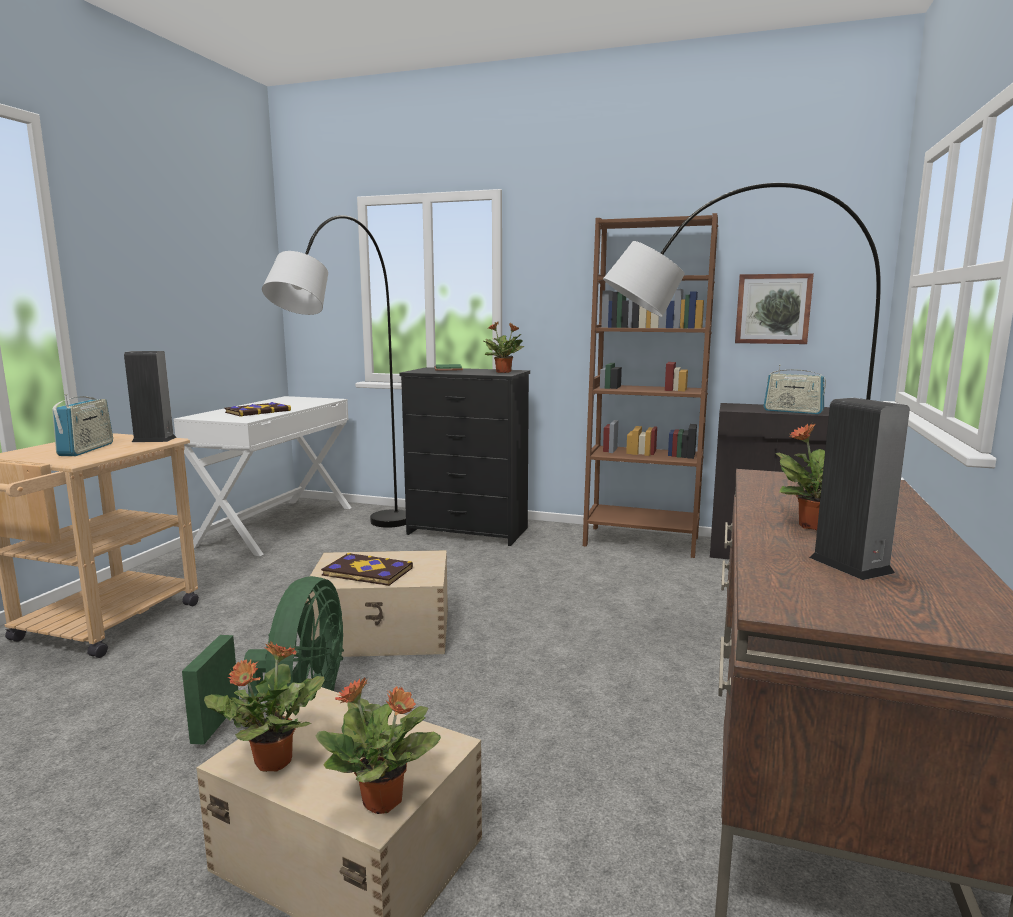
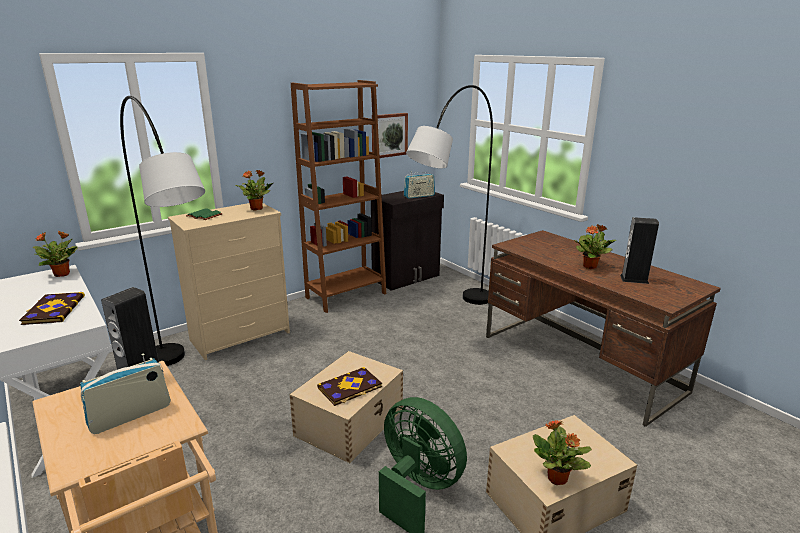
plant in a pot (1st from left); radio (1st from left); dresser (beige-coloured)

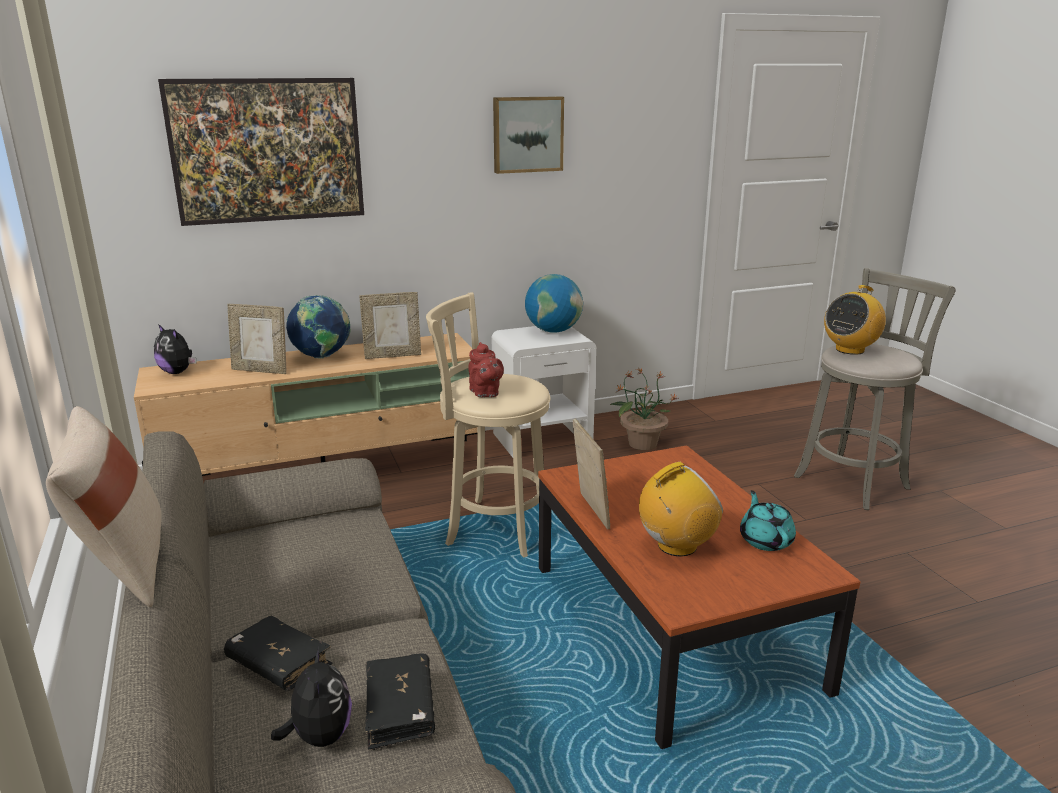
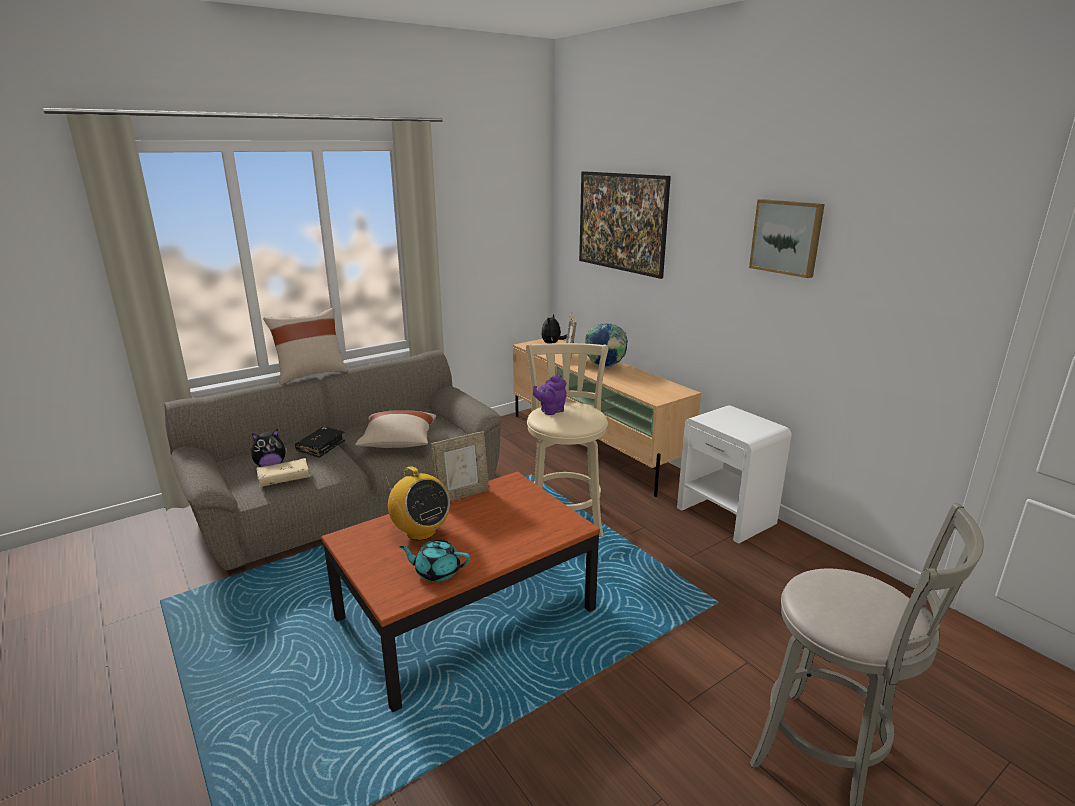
bound book (beige-coloured); cushion (beige-coloured) (2nd from left); tea pot (turquoise); tea pot (purple); picture frame (2nd from left in the first image); world globe (2nd from left in the first image); plant in a pot; radio (2nd from left in the first image)

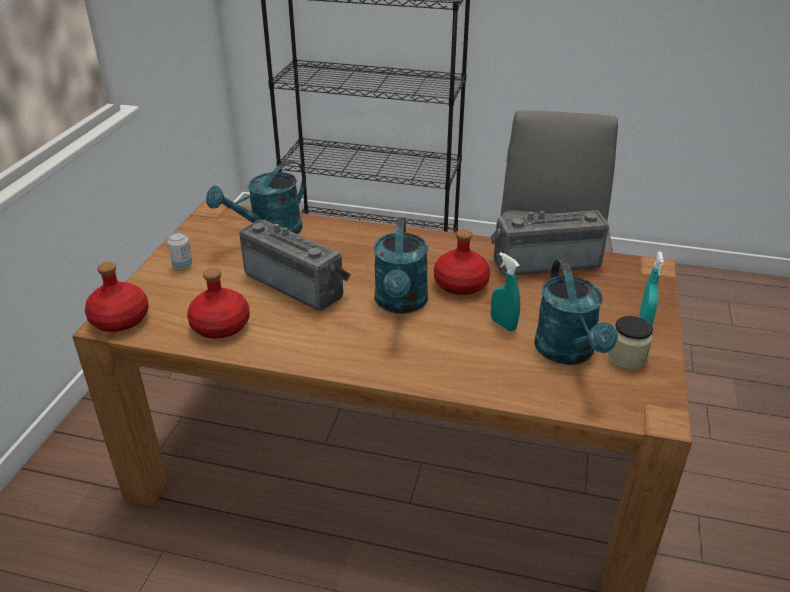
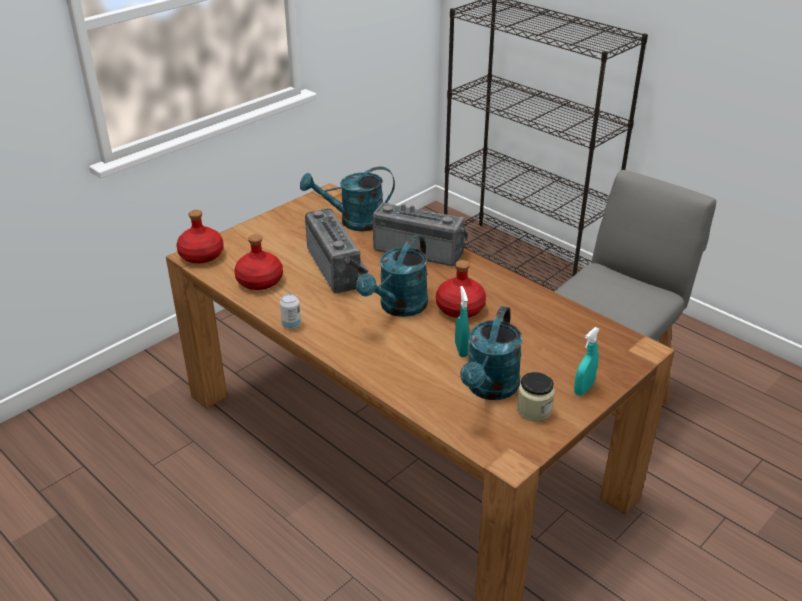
metal can; radio (2nd from left)

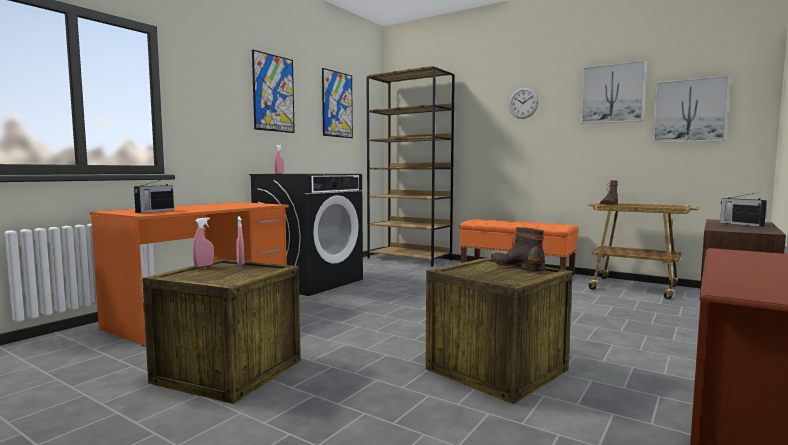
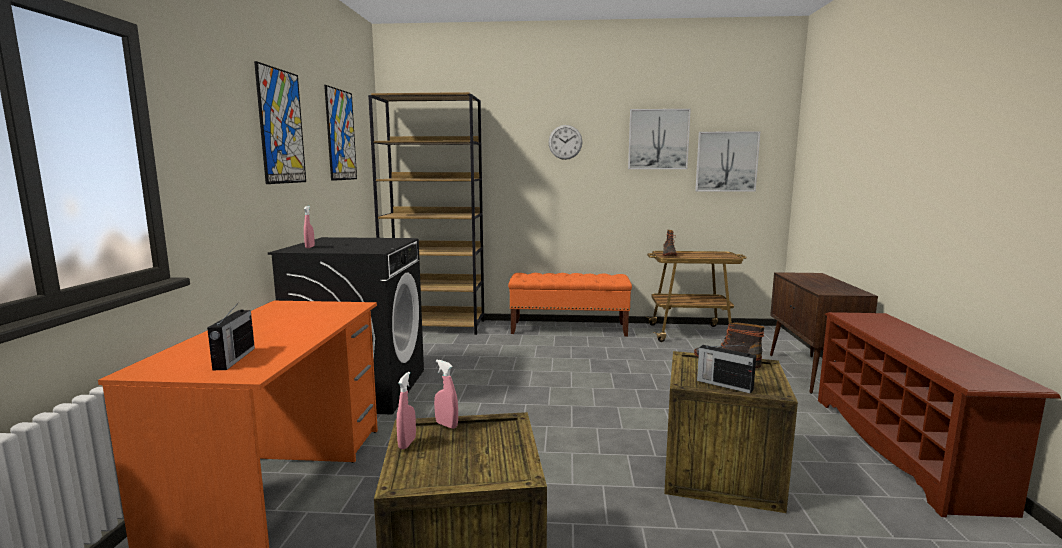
radio (2nd from left)

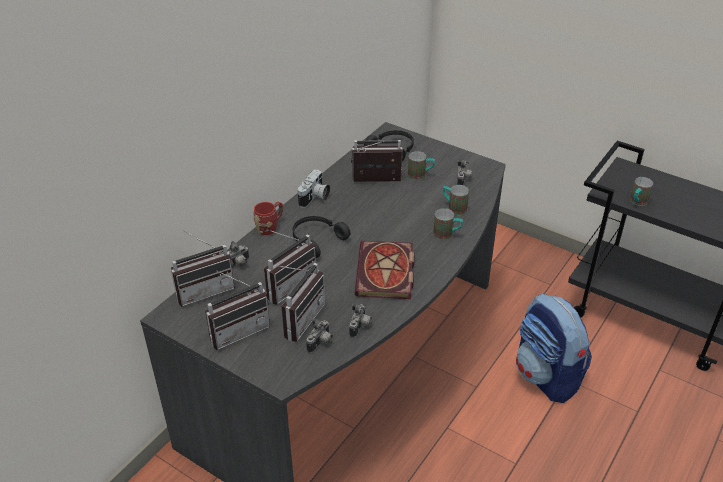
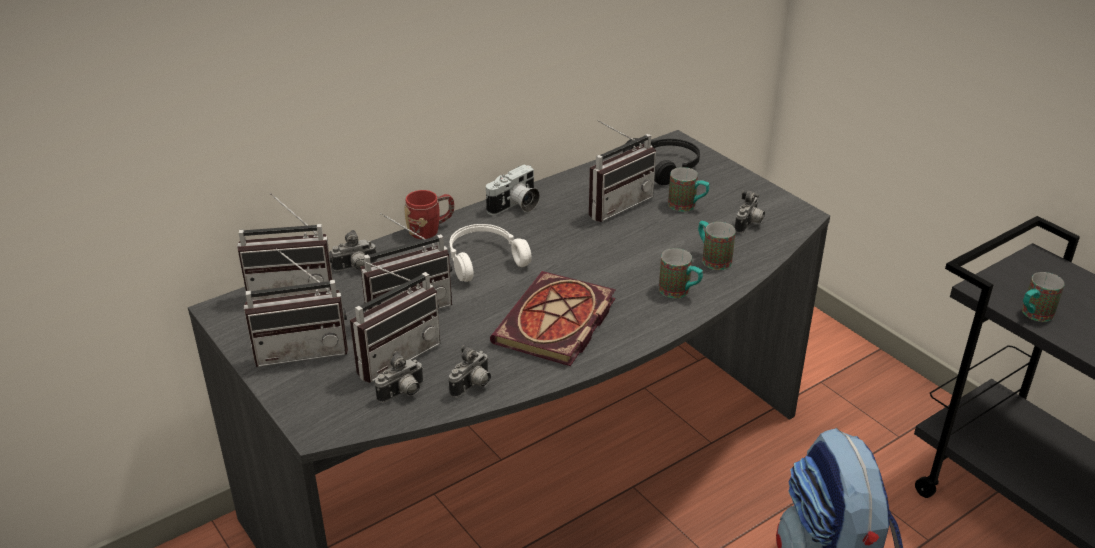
headset (white-coloured); radio (5th from left)

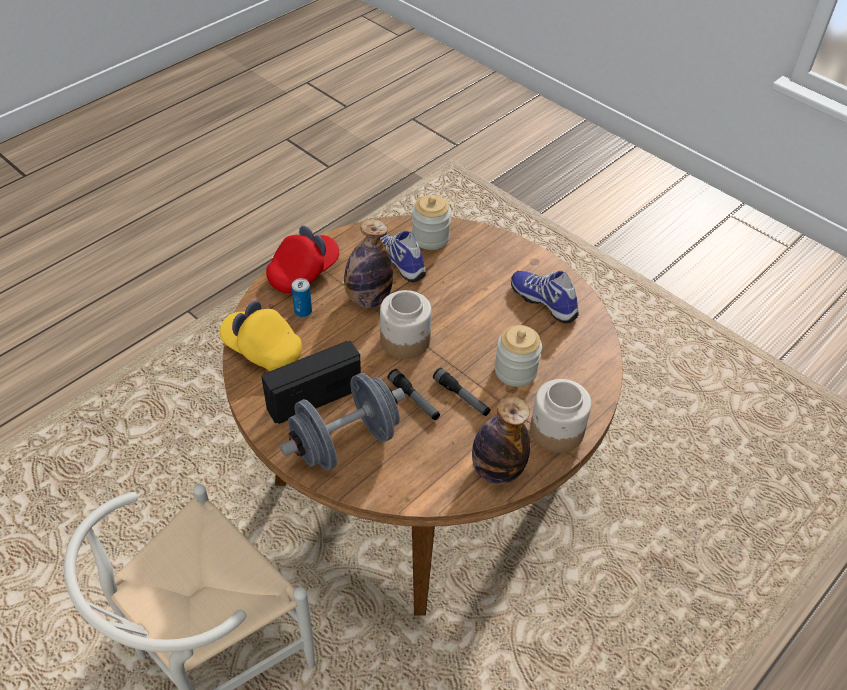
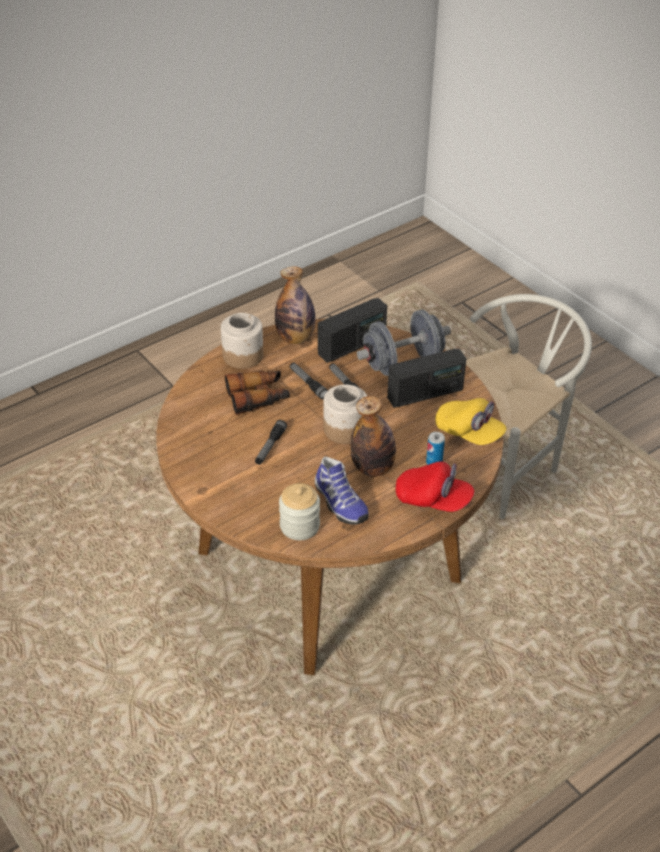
pair of binoculars; torch (1st from left); radio (1st from left); peaked cap (red); item of footwear (2nd from left in the first image)

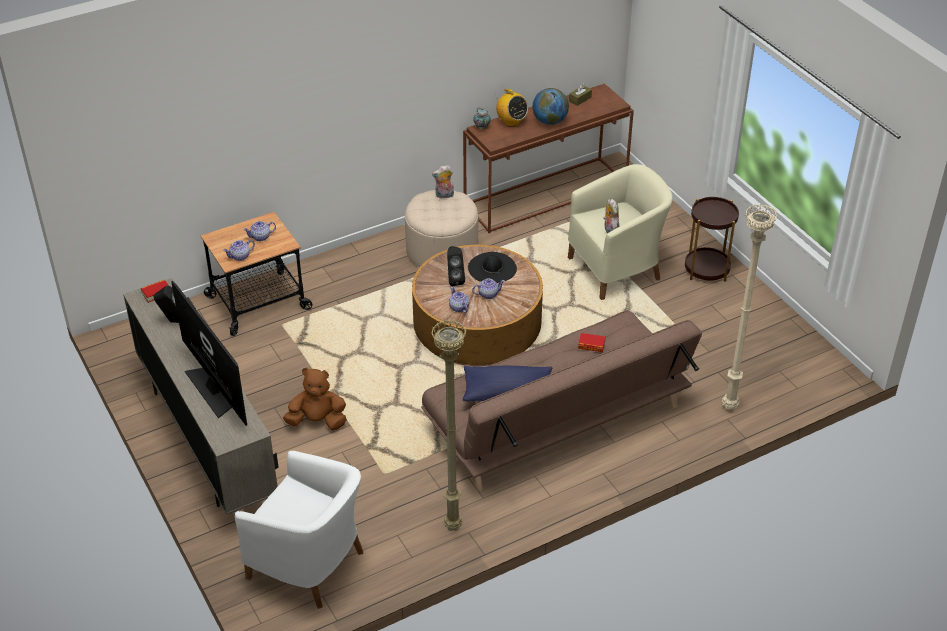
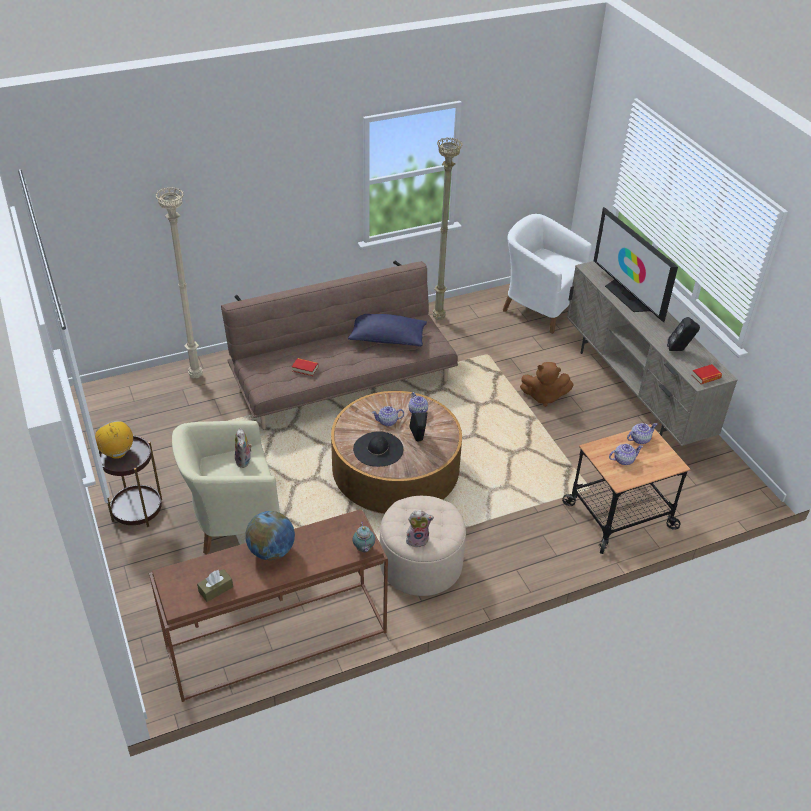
radio

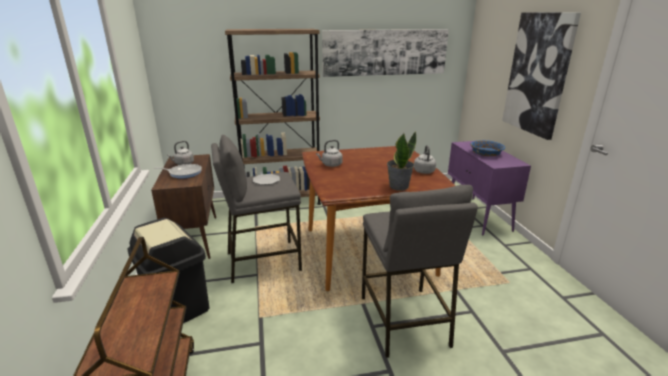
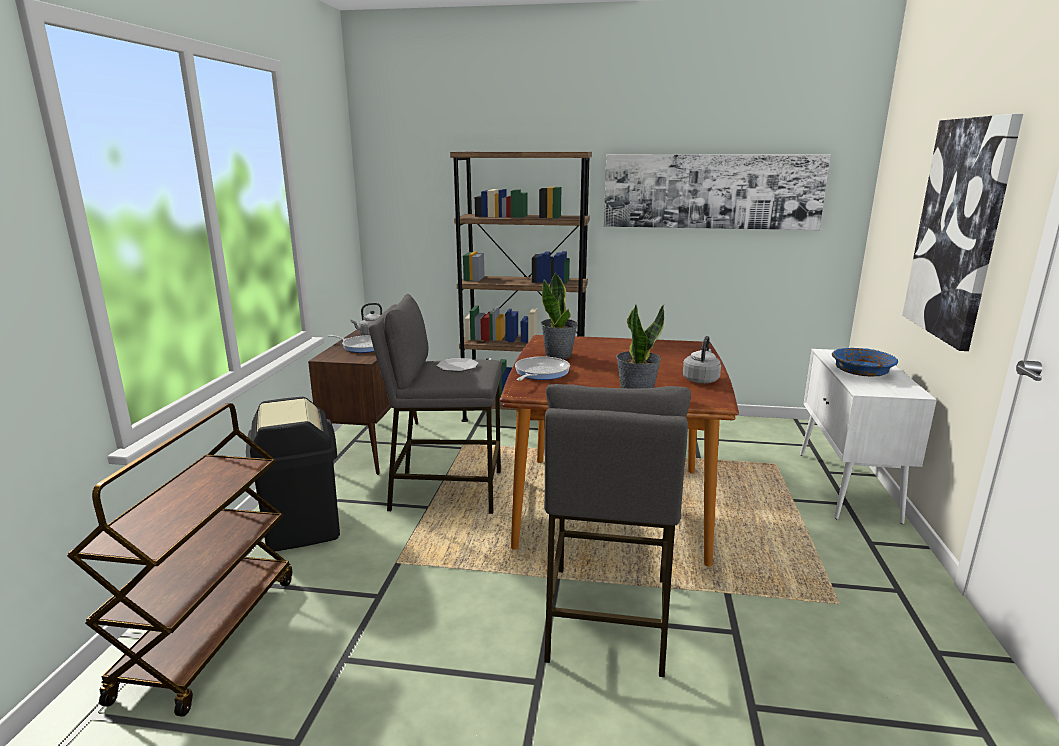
frying pan (2nd from left); plant in a pot (1st from left); storage cabinet (white-coloured)

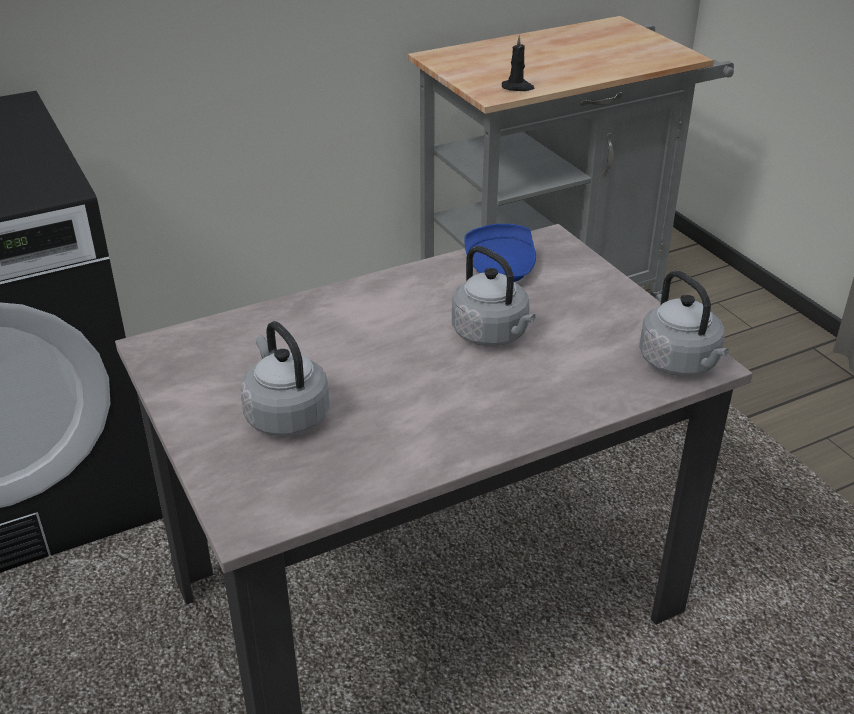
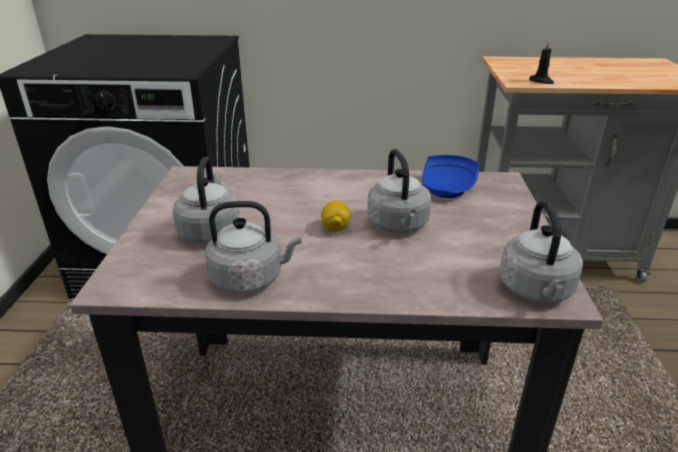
kettle (greyish) (2nd from left); citrus fruit

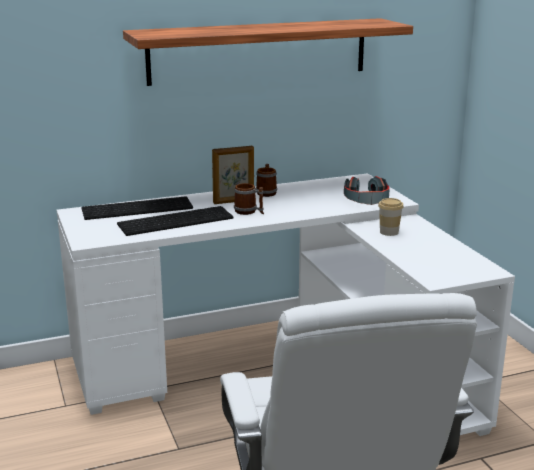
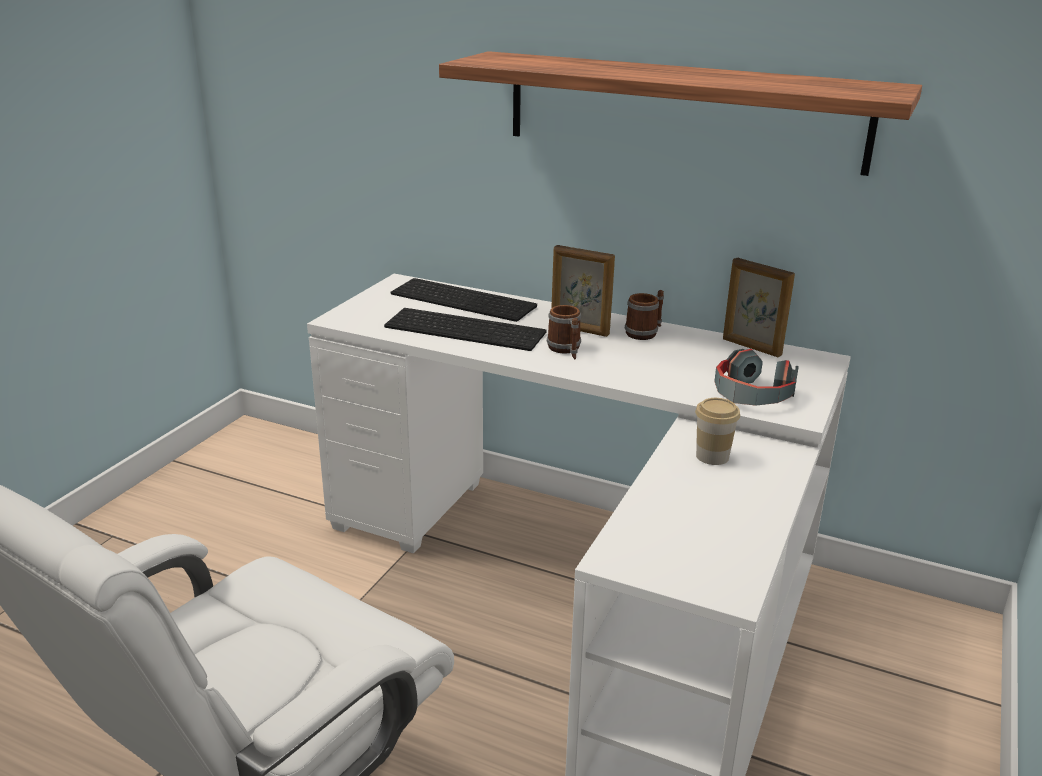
picture frame (2nd from left)

